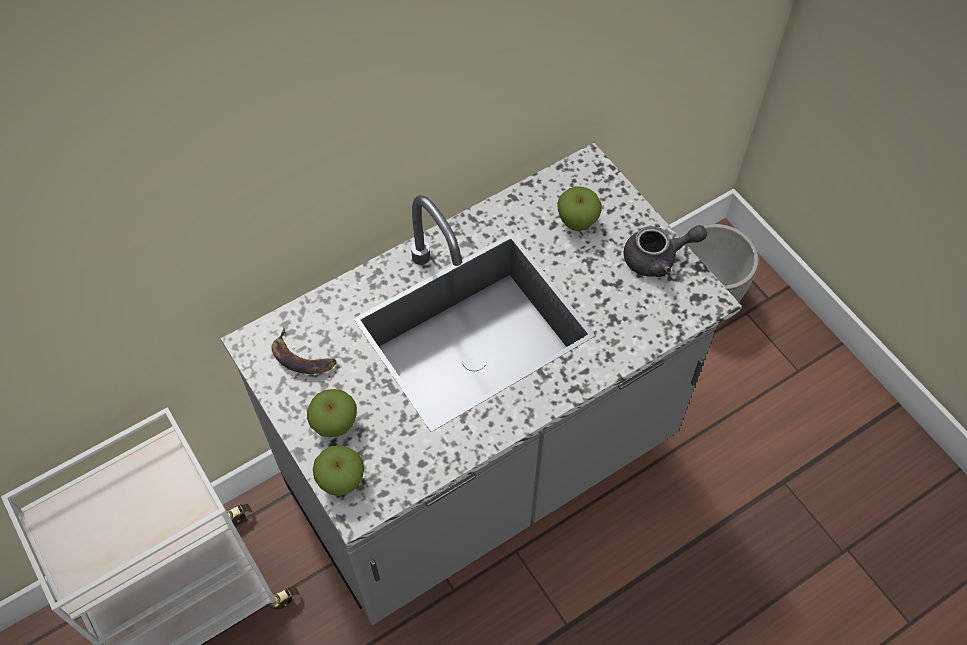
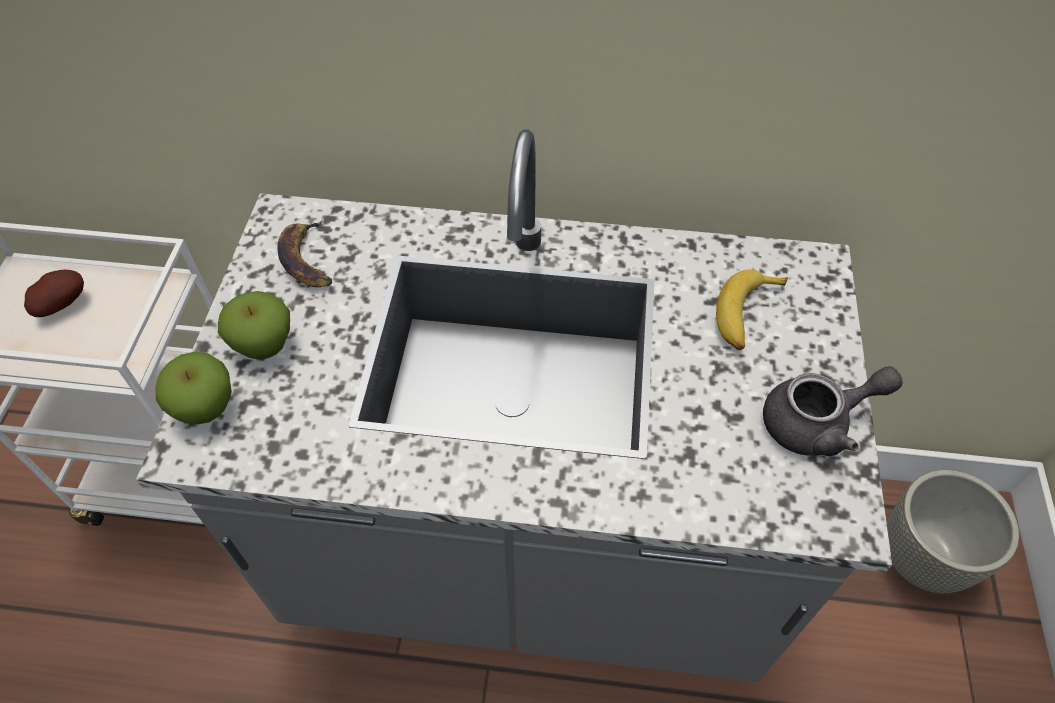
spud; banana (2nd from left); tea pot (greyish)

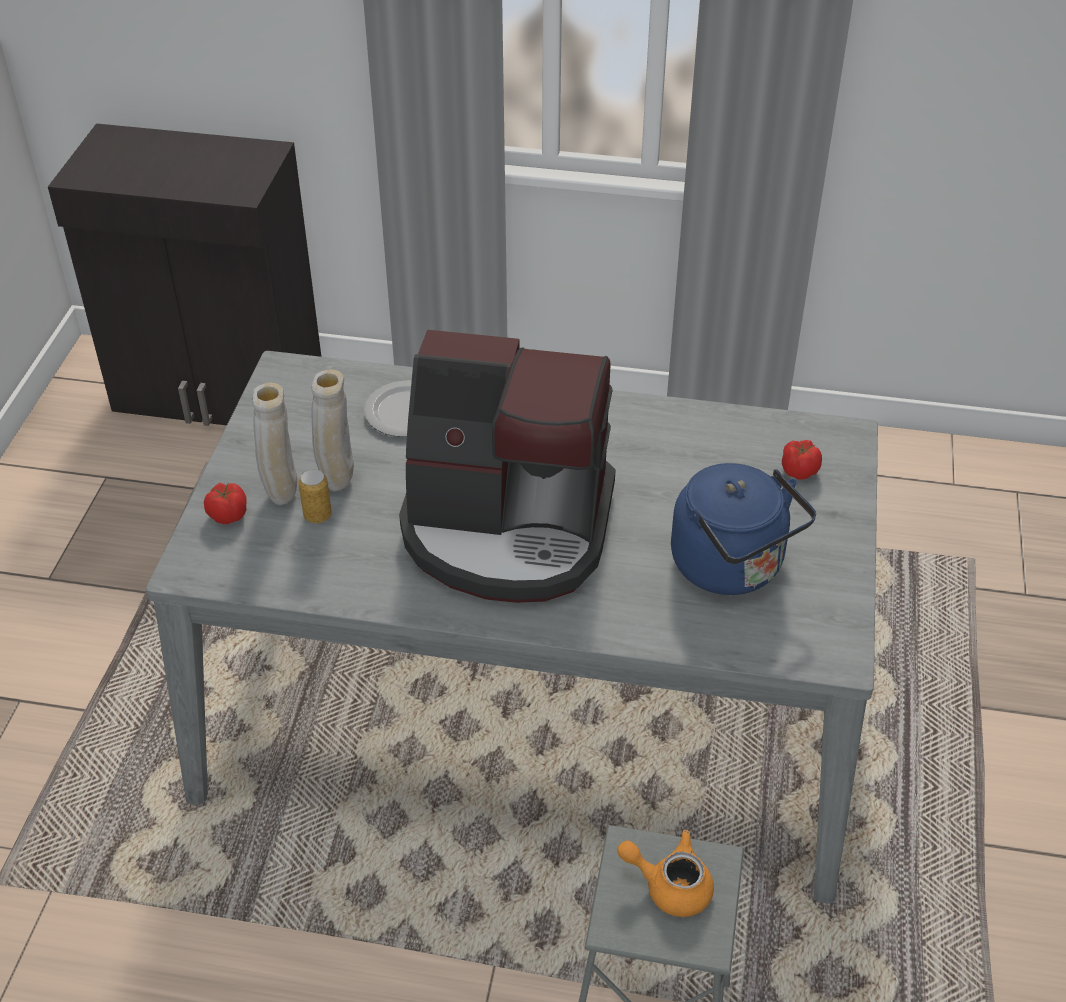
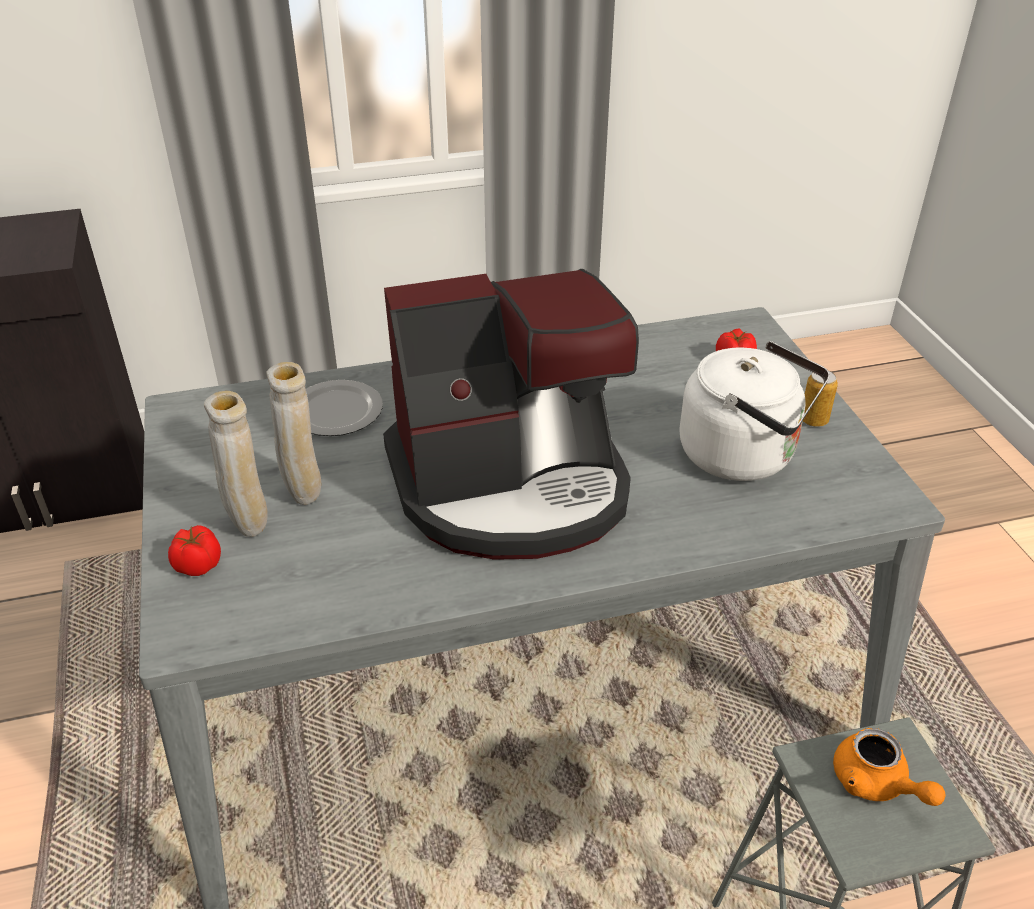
kettle (white-coloured); metal can; tea pot (orange)

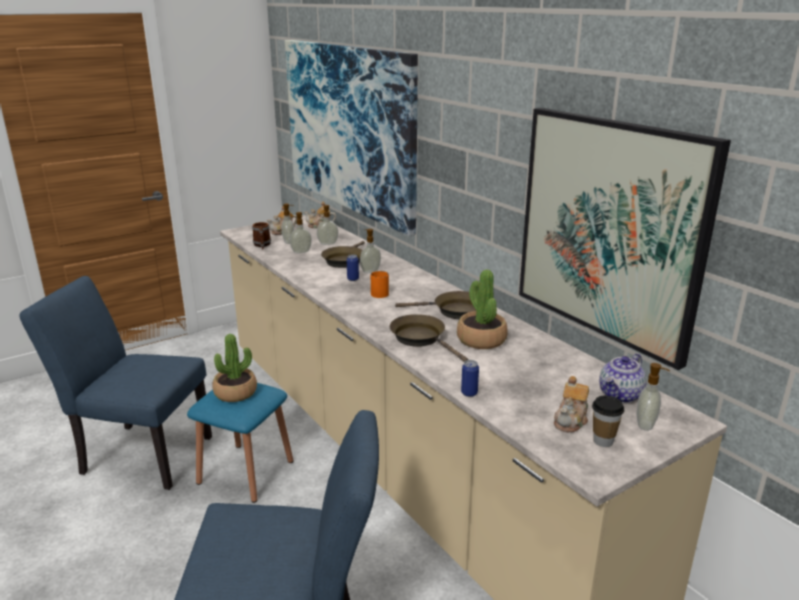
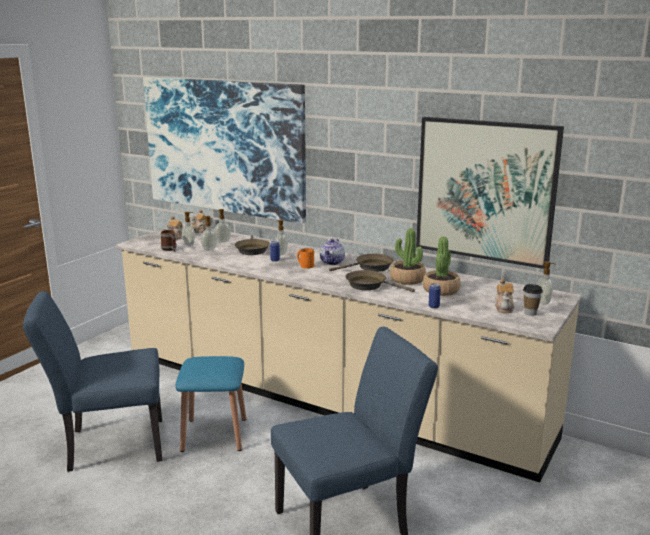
tea pot (3rd from left); plant in a pot (2nd from left)

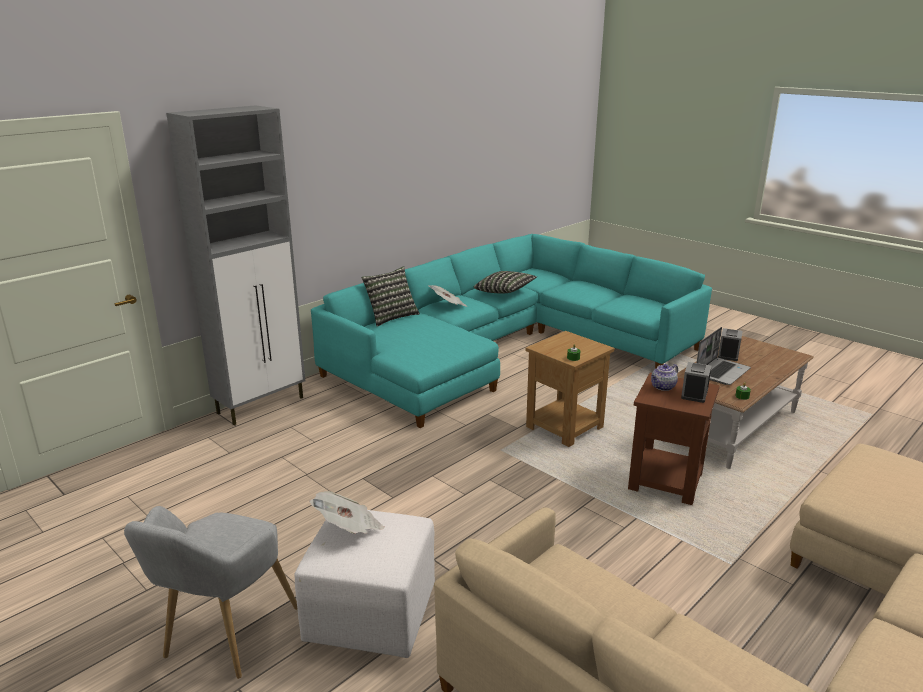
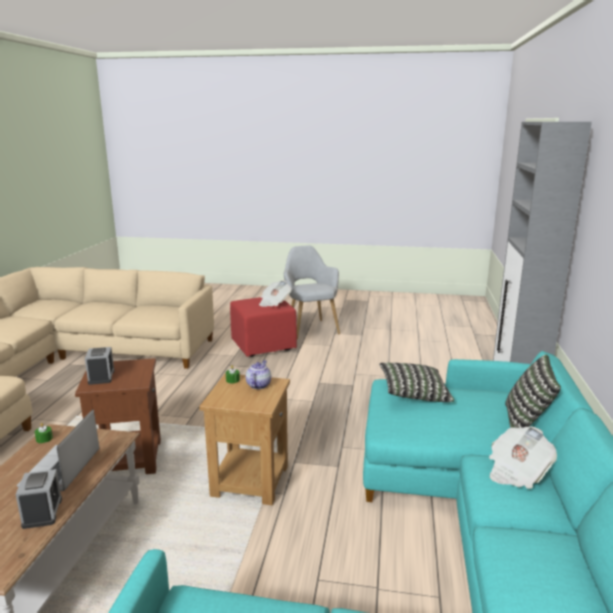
ottoman (red); tea pot; cushion (1st from left)

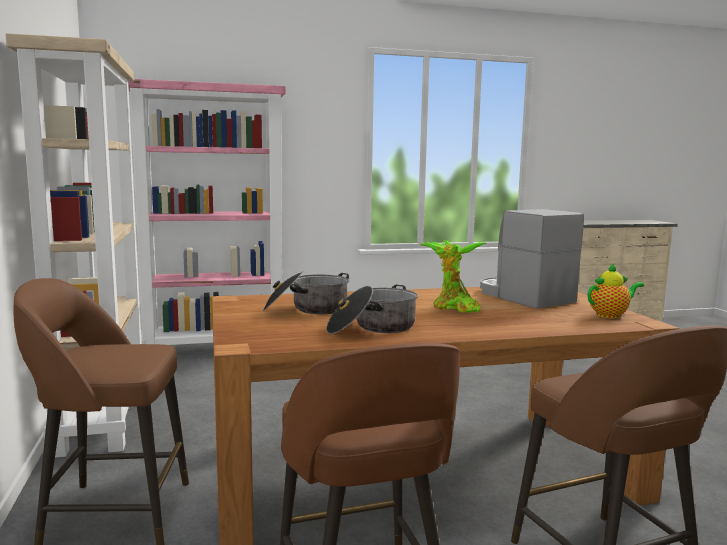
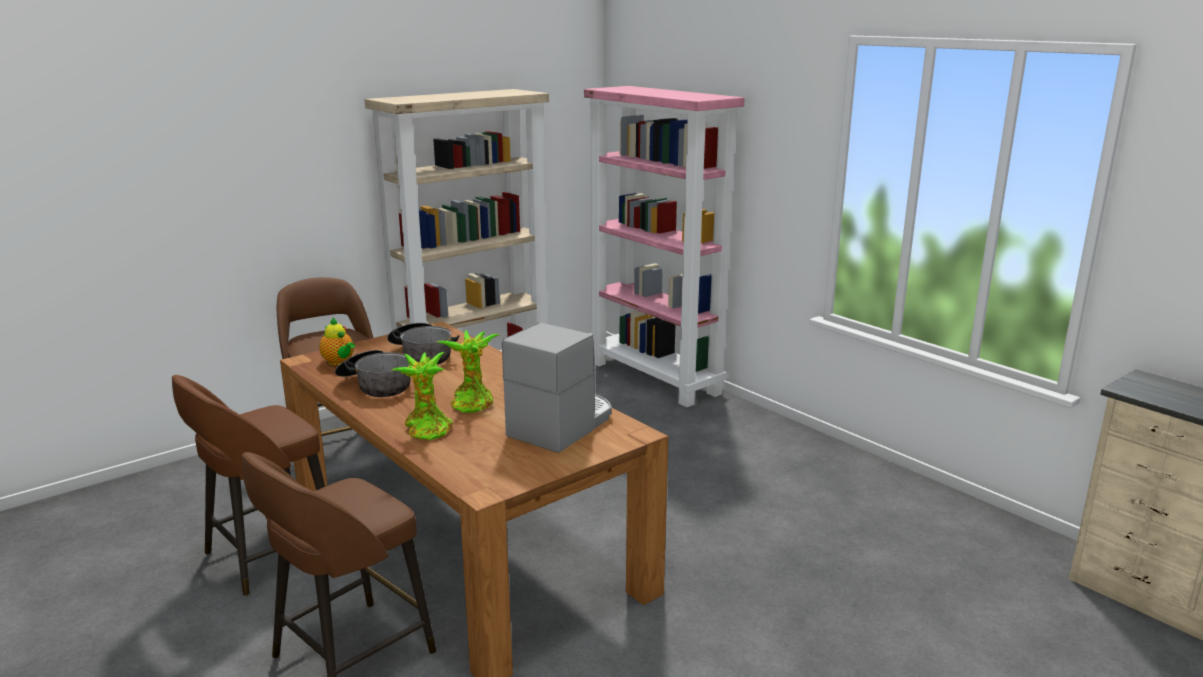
tea pot; plant in a pot (1st from left)

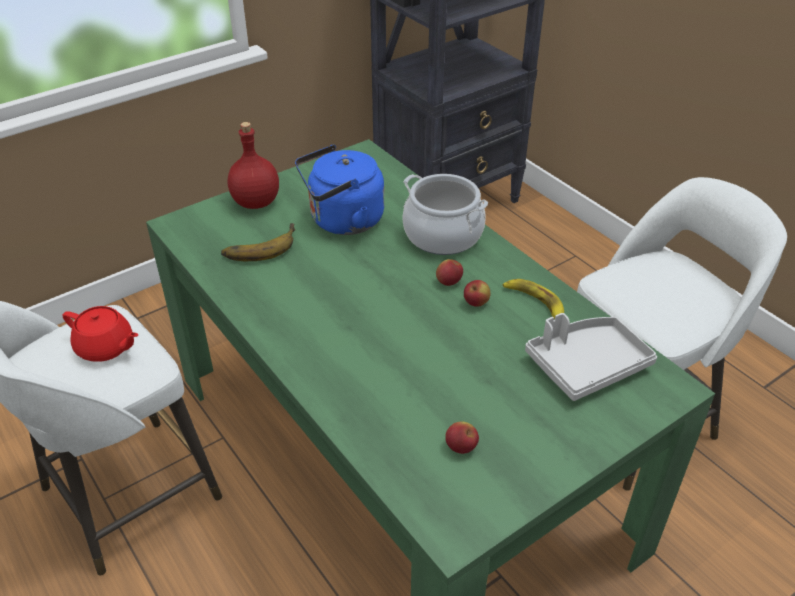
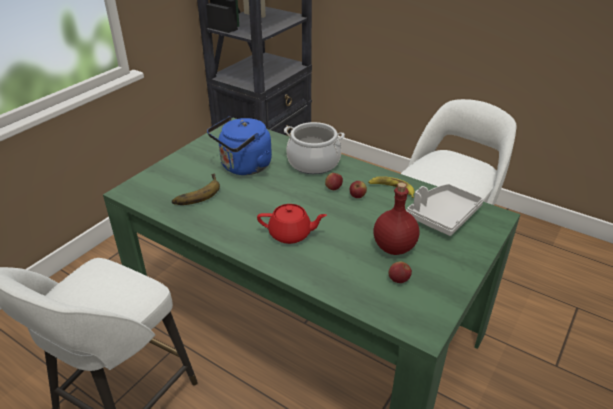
tea pot (red); bottle (red)

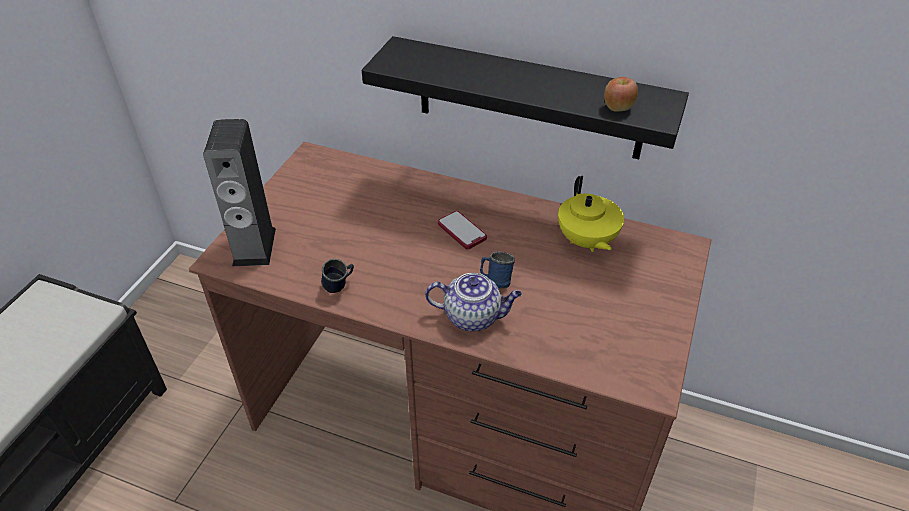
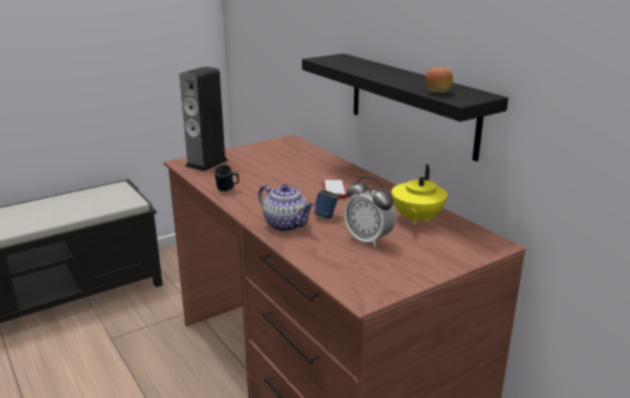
bedside clock

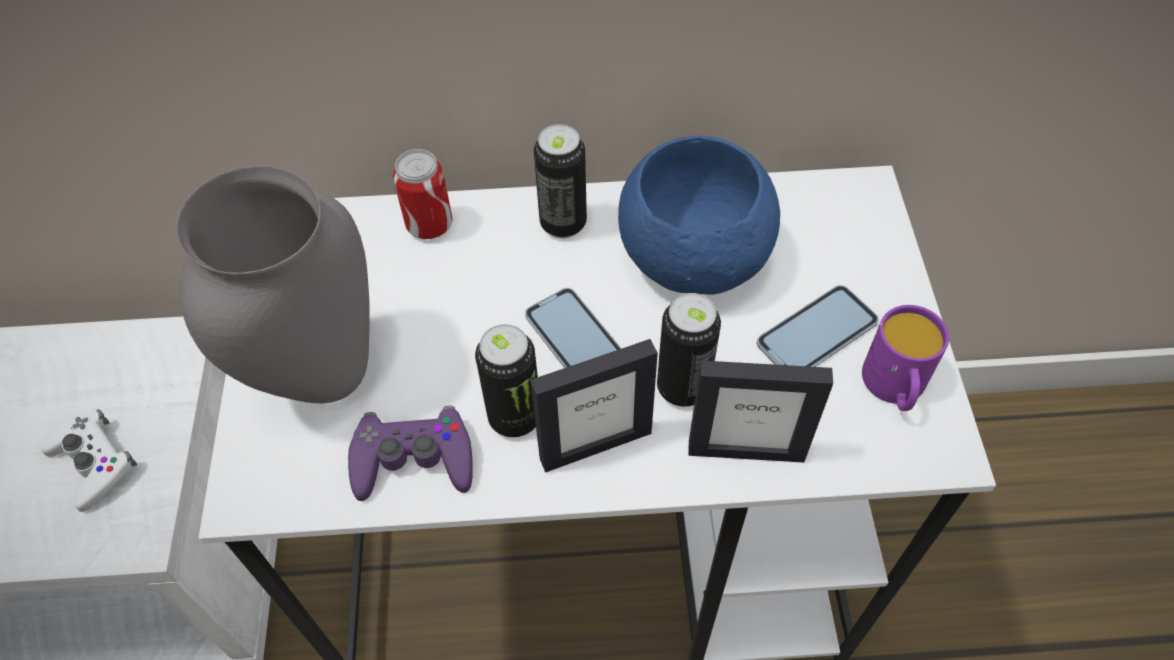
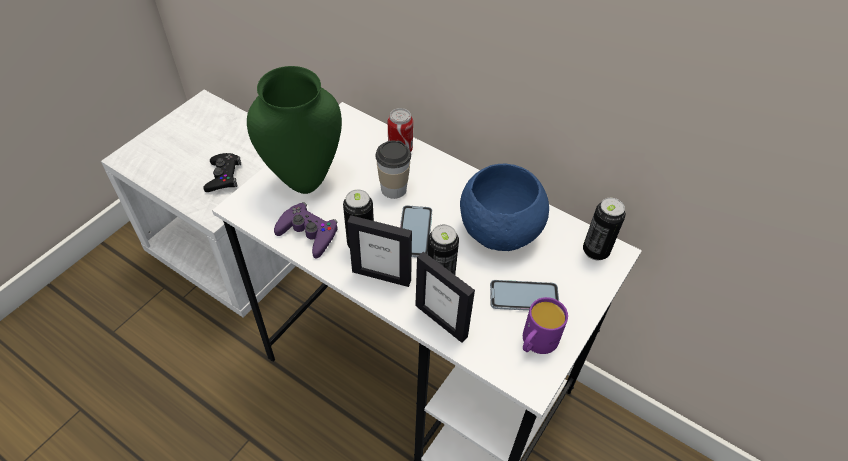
gamepad (black); vase (green); small cup; metal can (4th from left)

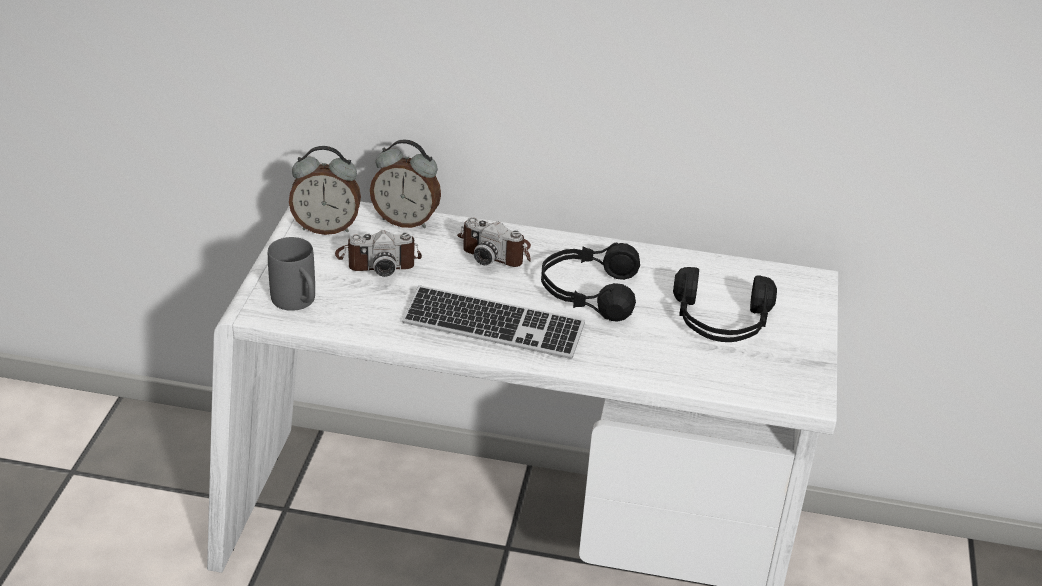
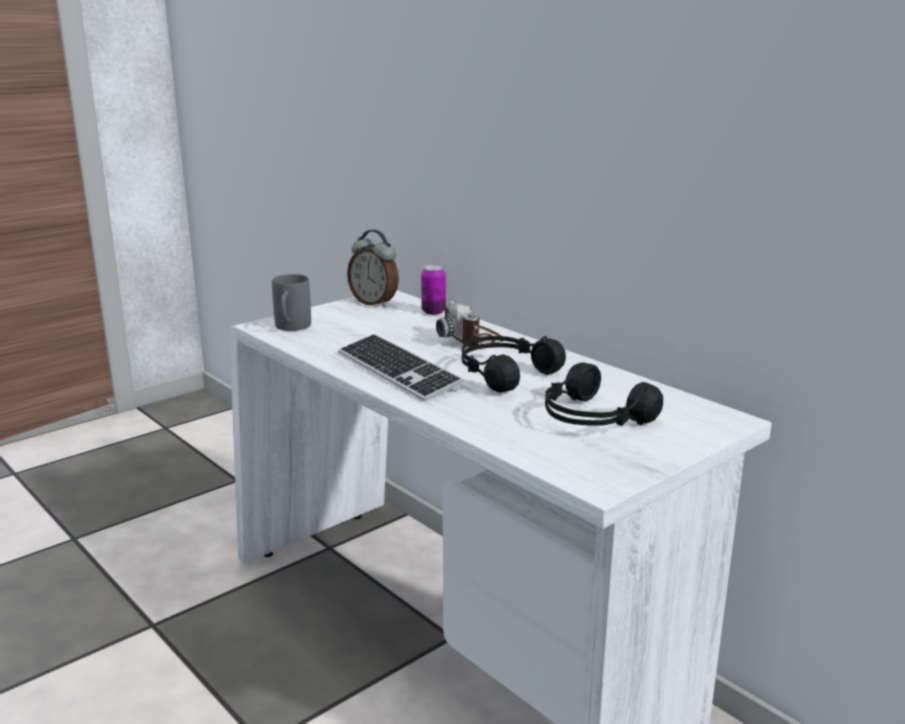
metal can; photo camera (1st from left in the first image)

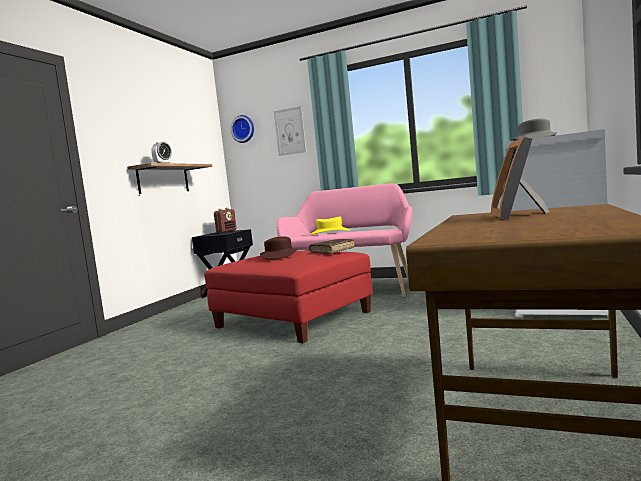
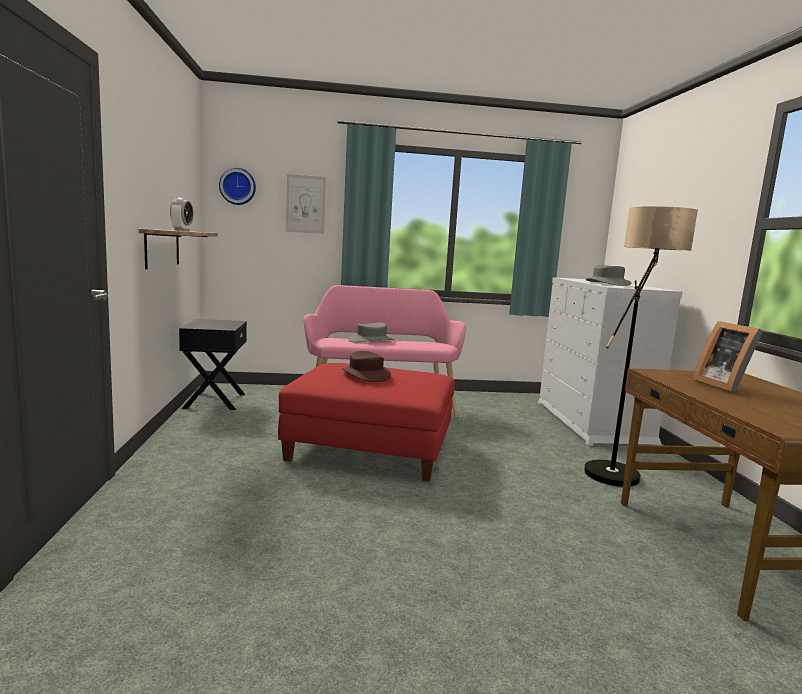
wearable hat (greyish) (1st from left); standing lamp; radio; bound book (brown-coloured)

